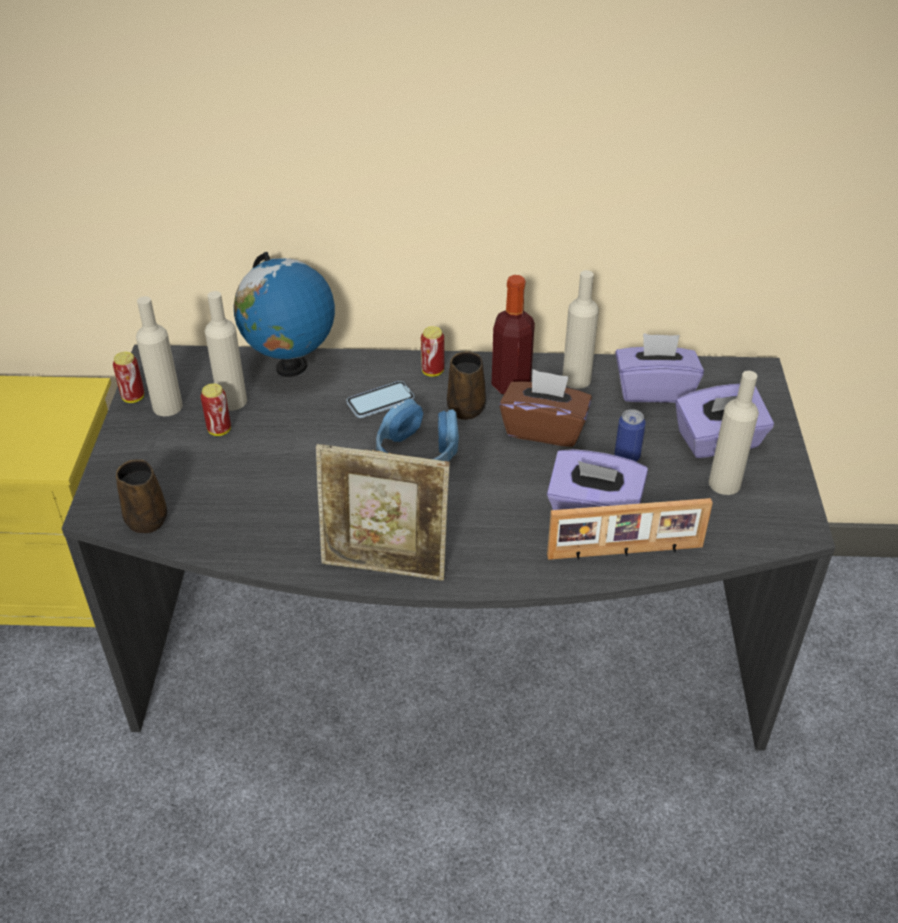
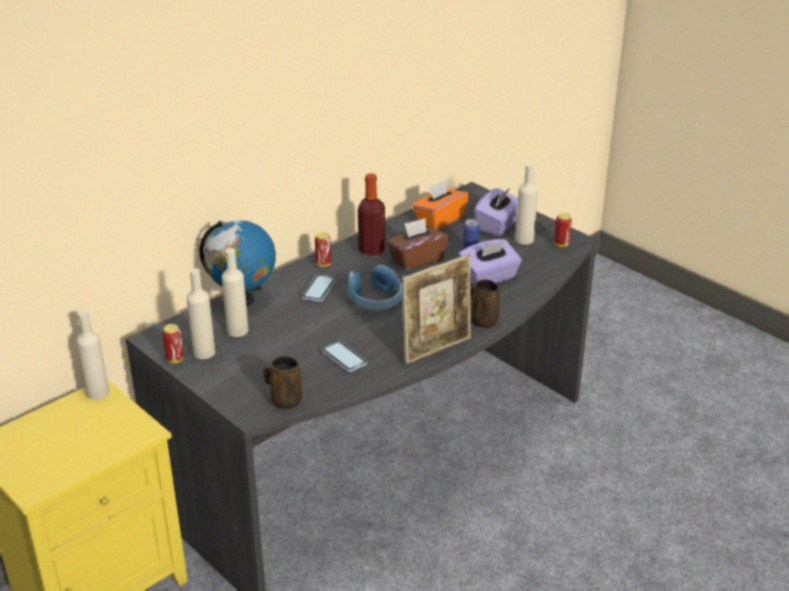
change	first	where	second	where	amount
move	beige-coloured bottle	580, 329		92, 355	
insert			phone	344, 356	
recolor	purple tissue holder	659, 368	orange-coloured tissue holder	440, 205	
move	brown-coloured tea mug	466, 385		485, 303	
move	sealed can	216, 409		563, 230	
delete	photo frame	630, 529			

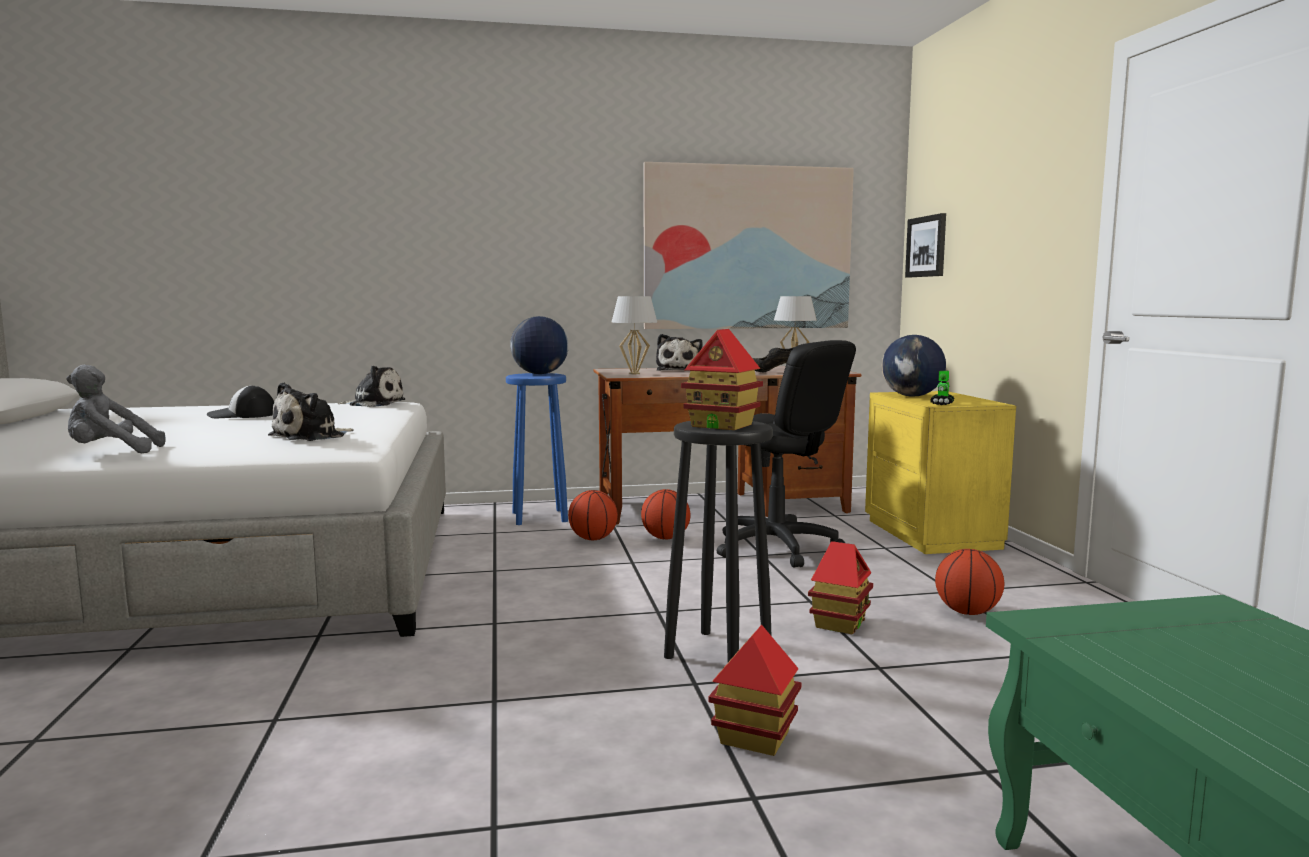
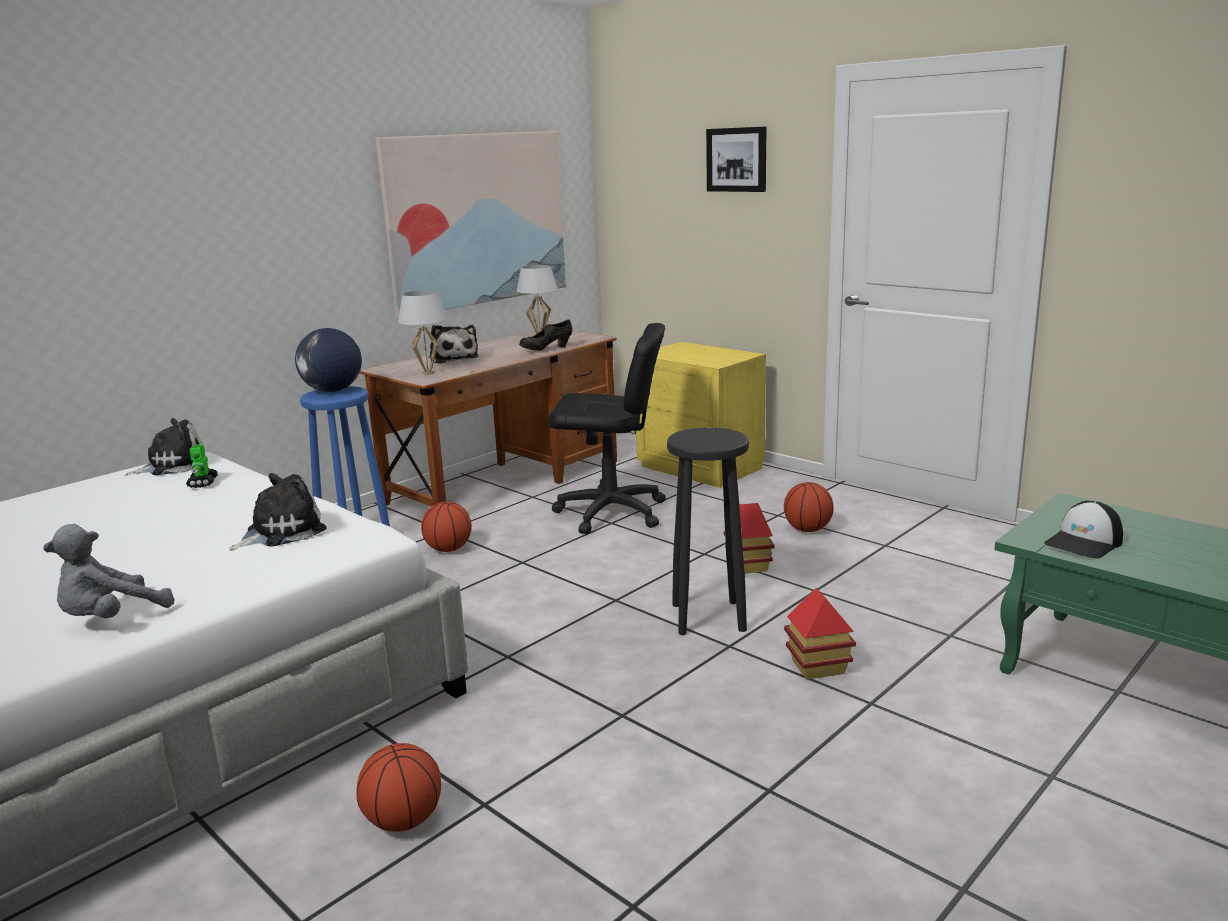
change	first	where	second	where	amount
move	toy robot	942, 387		202, 466	
rotate	plush toy	311, 411		278, 512	135 degrees counterclockwise
move	basketball ball	666, 514		398, 787	
move	wall art	925, 245		736, 159	
move	baseball cap	240, 401		1083, 530	
delete	miniature house	722, 379			
delete	desk globe	914, 365			

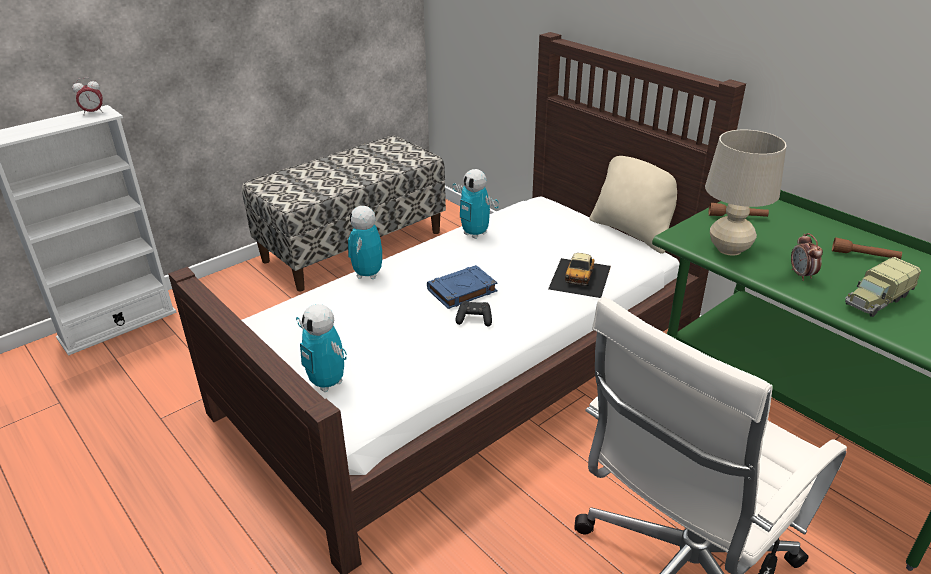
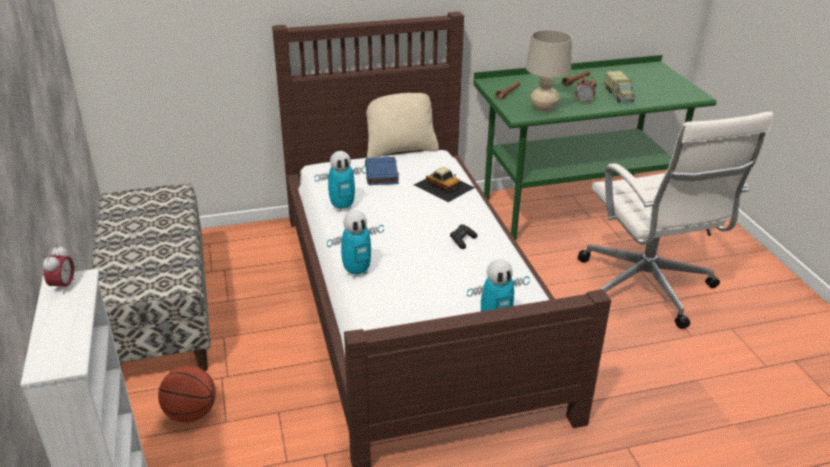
change	first	where	second	where	amount
insert			basketball ball	187, 394	
rotate	toy robot	365, 242		355, 244	60 degrees counterclockwise
move	blue-coloured book	462, 287		382, 171	

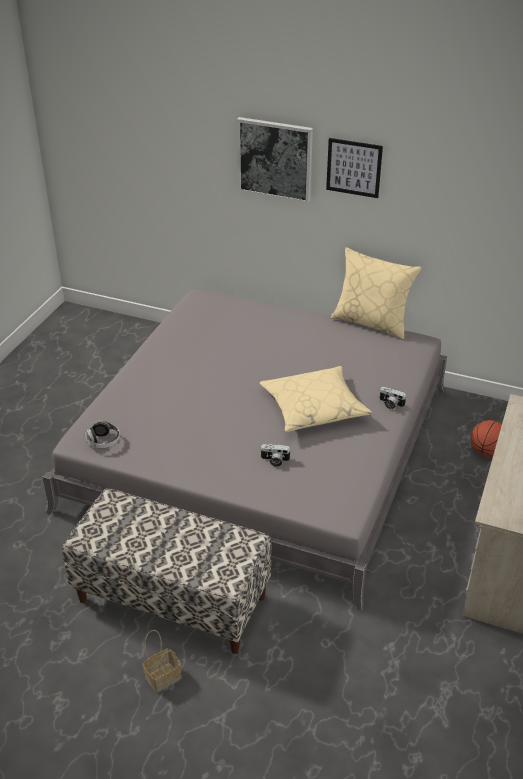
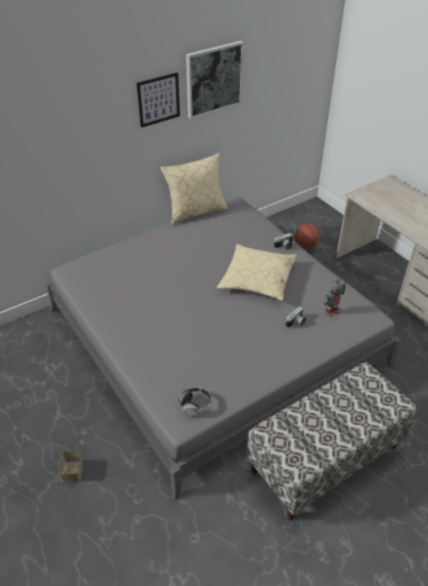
change	first	where	second	where	amount
move	basket	161, 661		67, 463	
move	wall art	275, 160		215, 80	
insert			toy robot	335, 298	

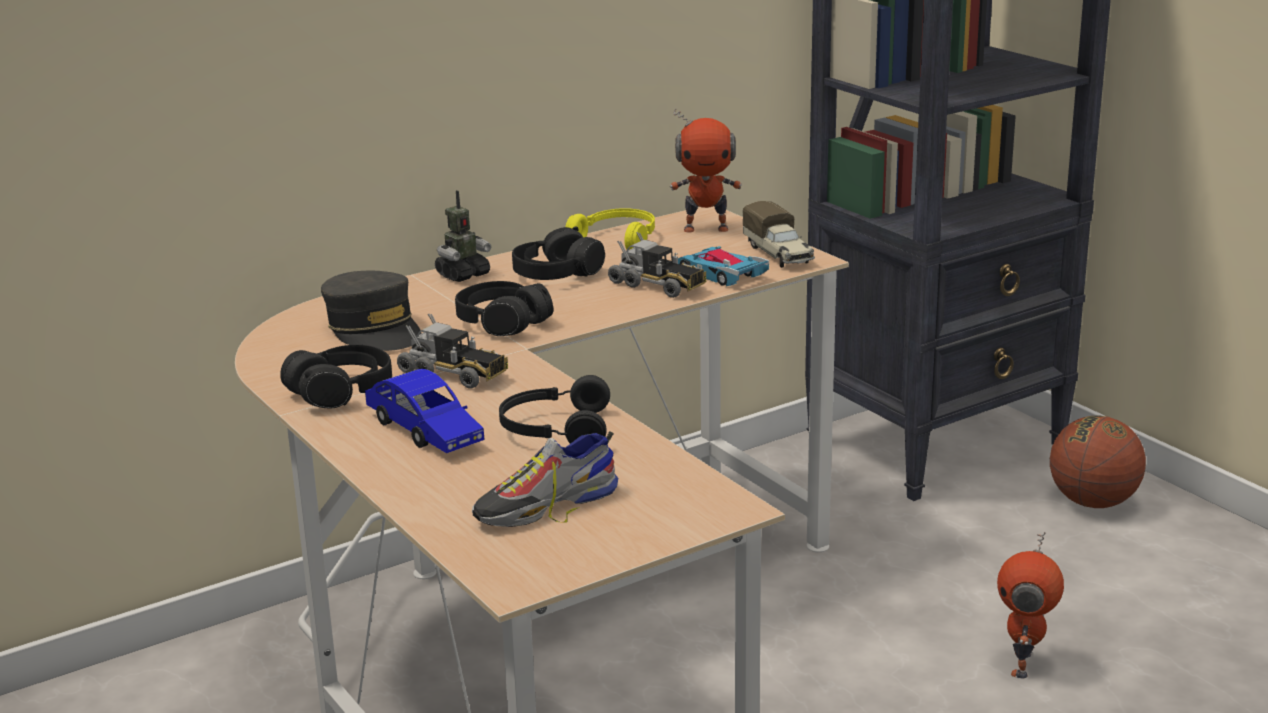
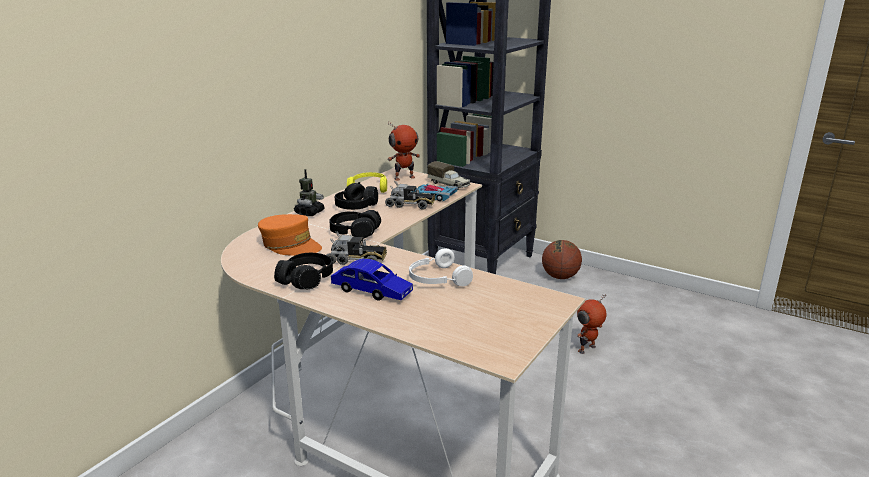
change	first	where	second	where	amount
recolor	grey baseball cap	371, 311	orange-coloured baseball cap	290, 235	
recolor	blackish headphones	554, 409	white-coloured headphones	441, 267	
rotate	toy robot	1030, 605		591, 324	60 degrees clockwise
delete	shoe	545, 479			

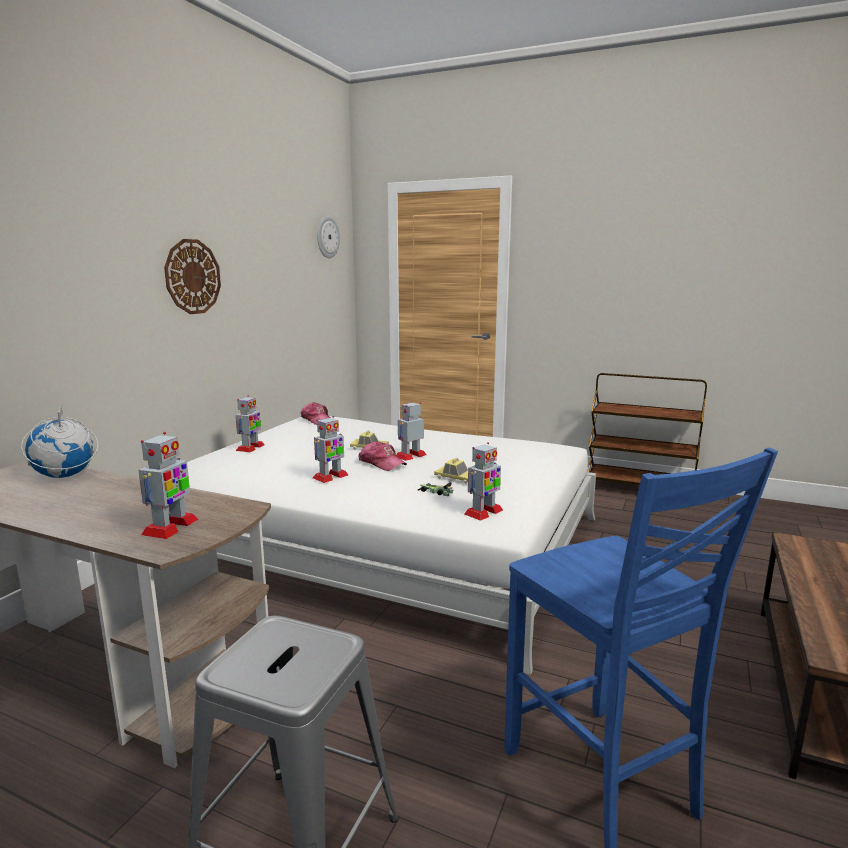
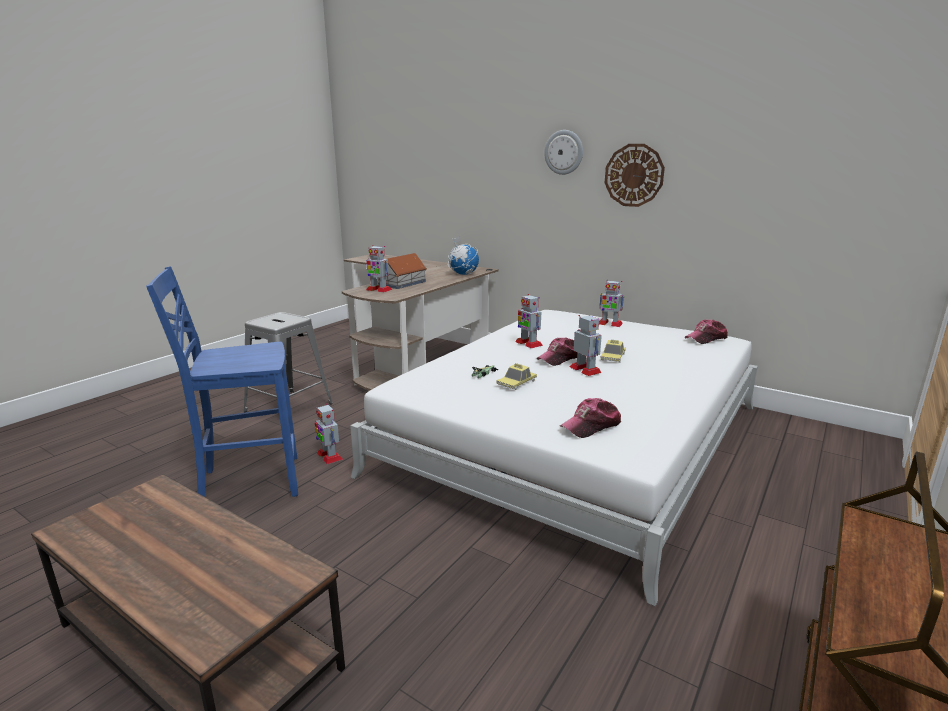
change	first	where	second	where	amount
move	toy robot	483, 481		329, 433	
insert			miniature house	402, 271	
move	hanging clock	328, 237		563, 152	
insert			baseball cap	591, 418	

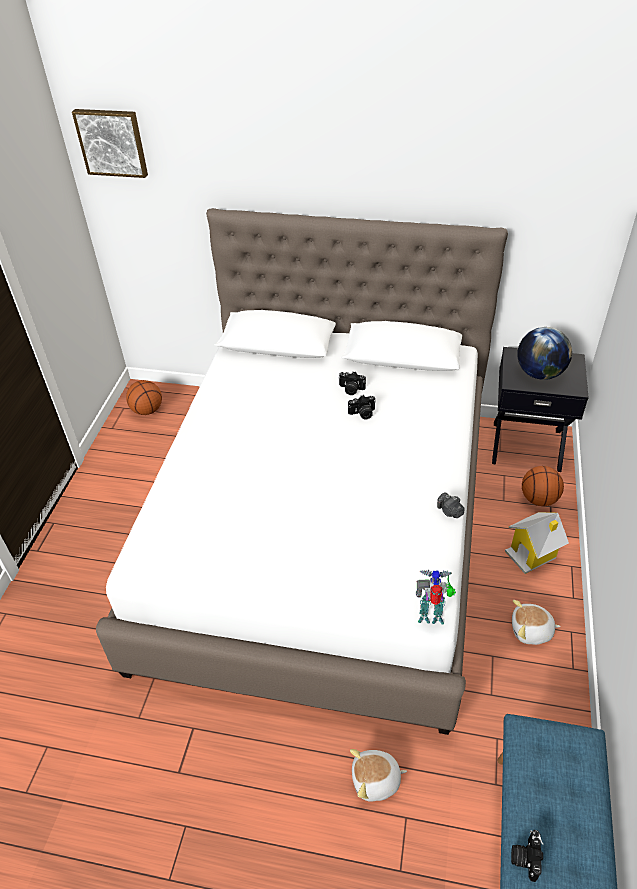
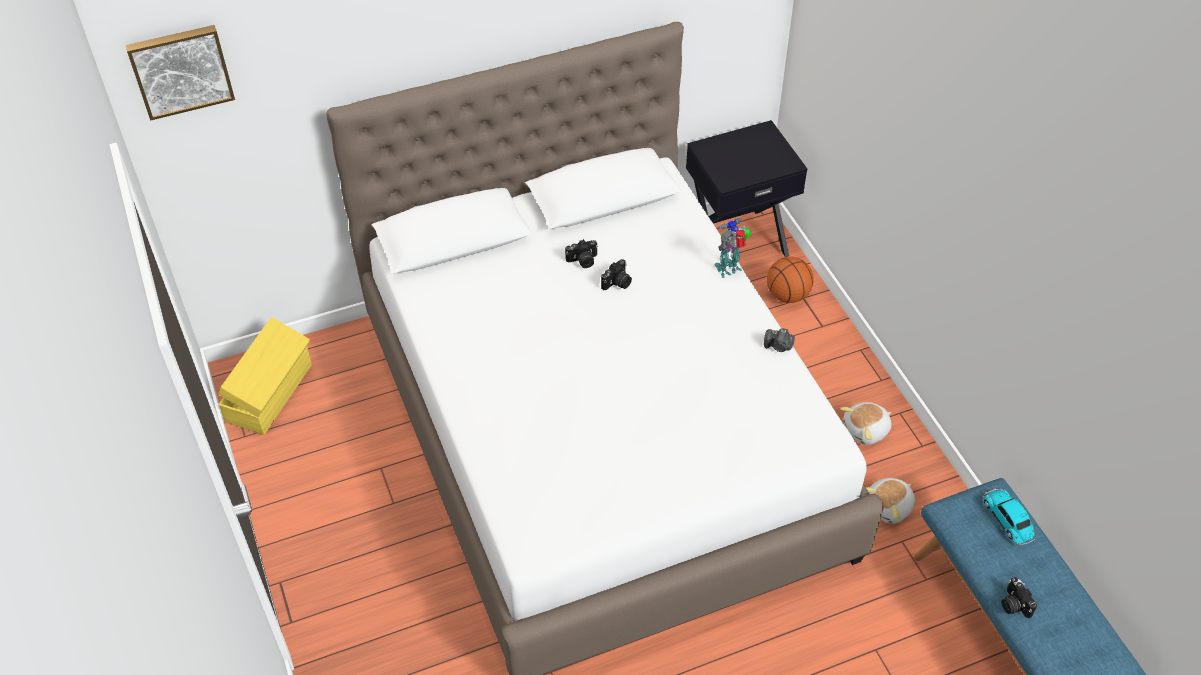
change	first	where	second	where	amount
replace	basketball ball	144, 397	yellow storage container	265, 376	
move	toy robot	436, 597		732, 248	
move	plush toy	378, 775		890, 501	
insert			model car	1010, 516	
delete	miniature house	537, 543			
delete	desk globe	544, 353			

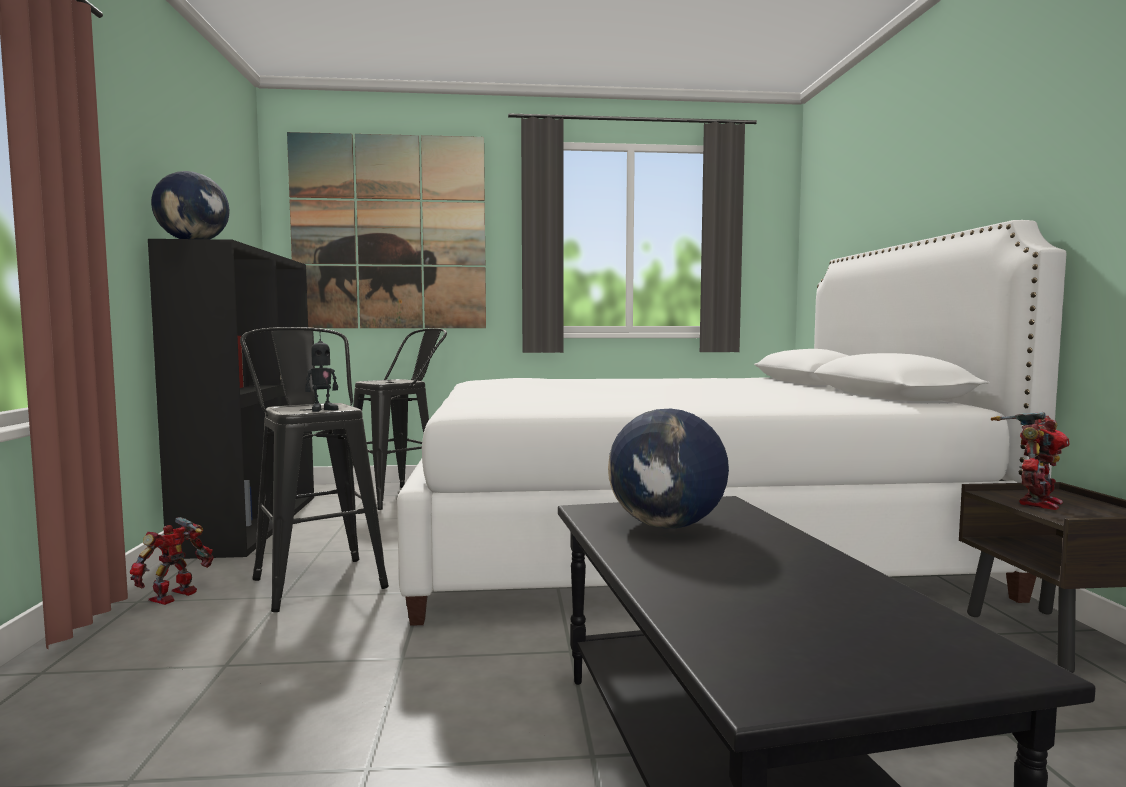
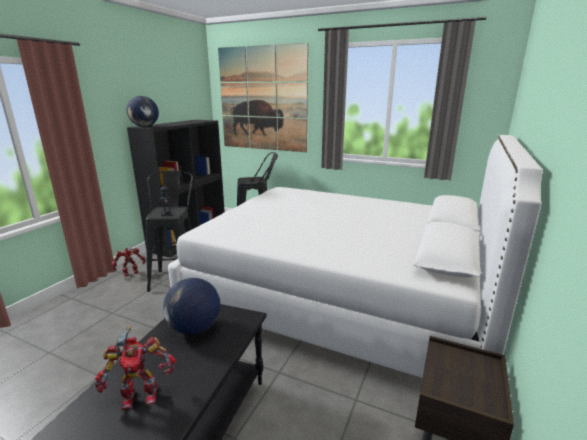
change	first	where	second	where	amount
move	toy robot	1030, 461		135, 368	

